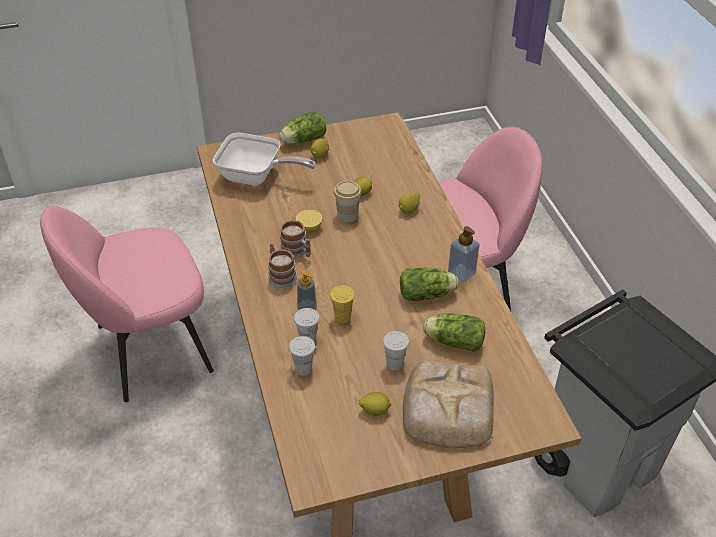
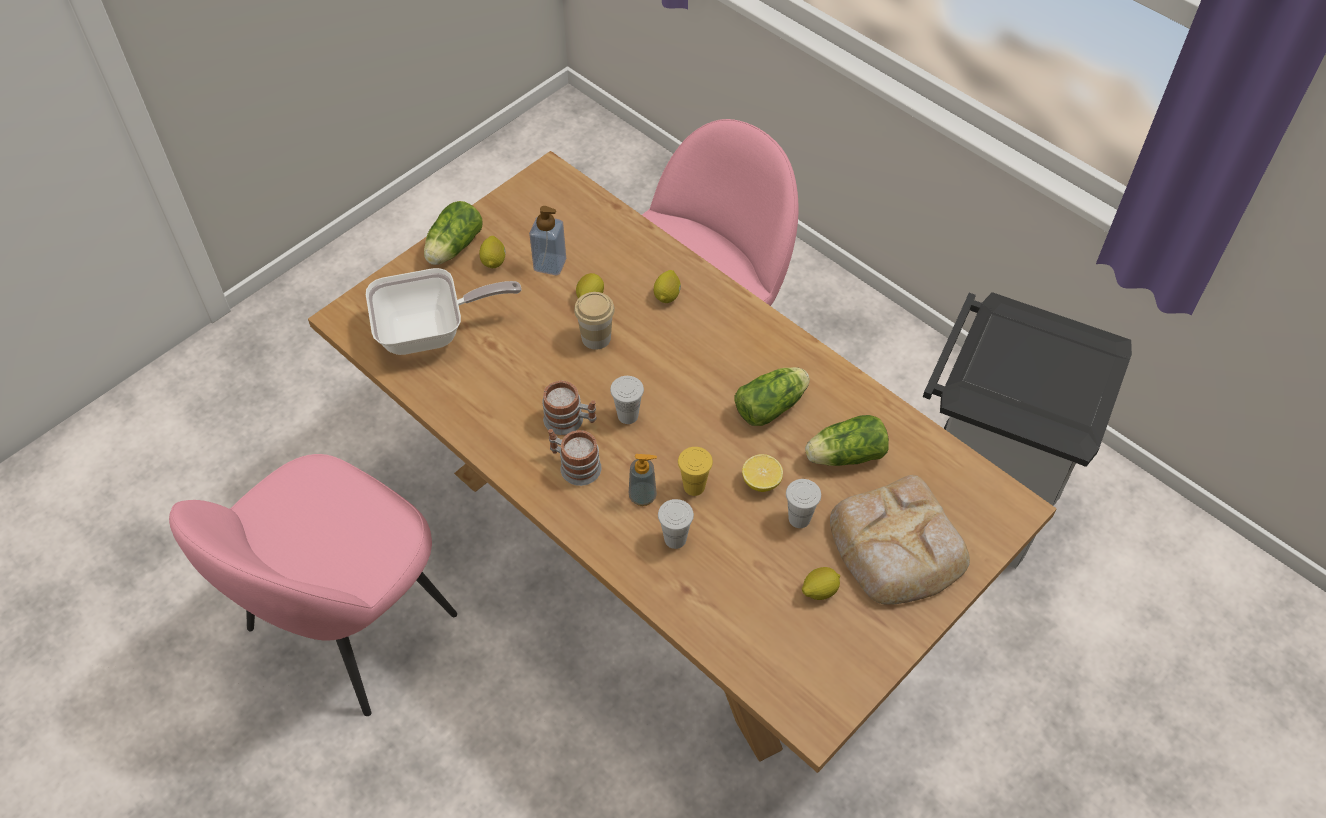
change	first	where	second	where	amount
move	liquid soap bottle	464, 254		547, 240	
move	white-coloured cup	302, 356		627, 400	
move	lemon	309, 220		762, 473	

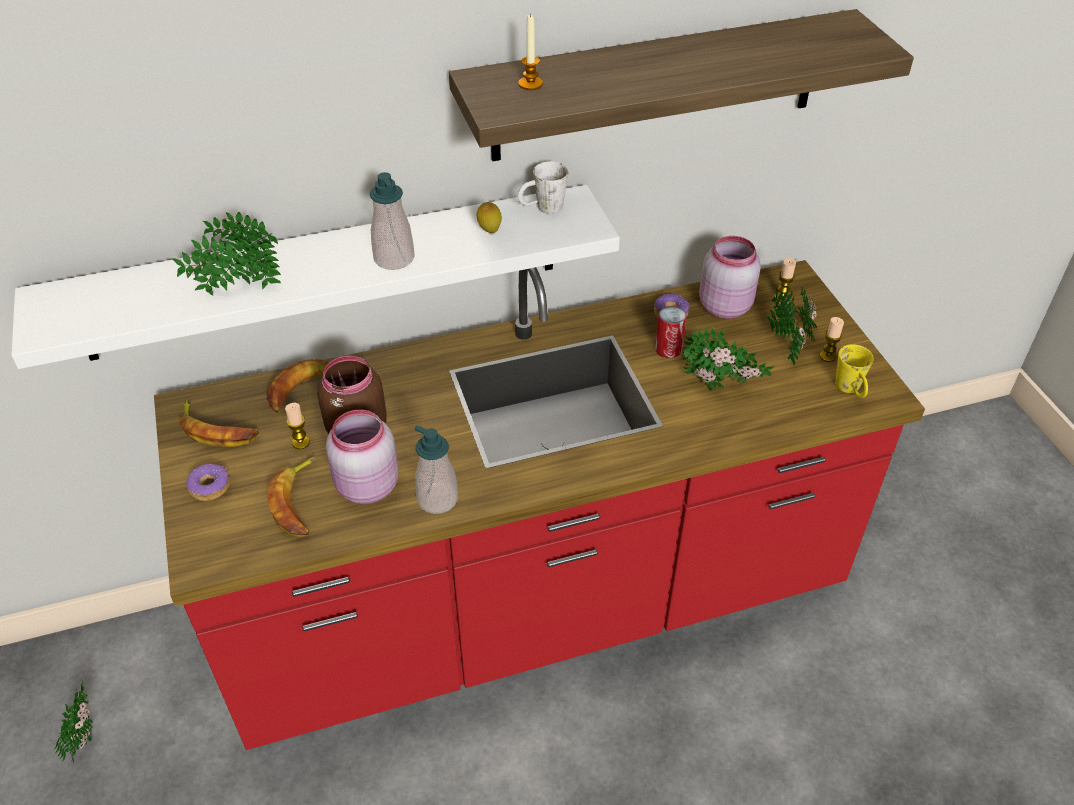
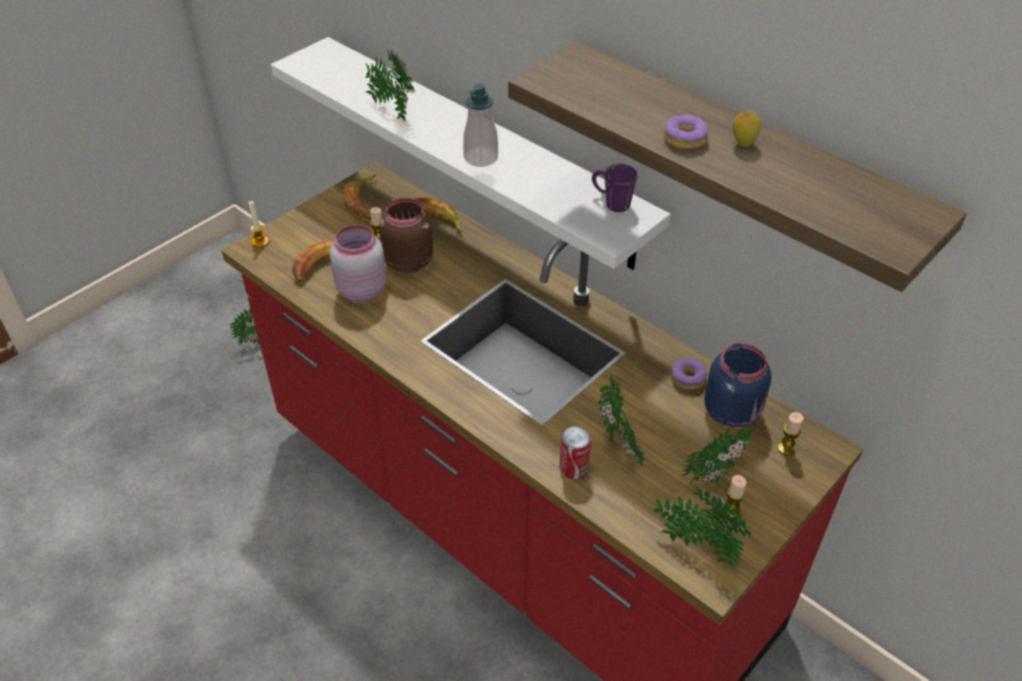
change	first	where	second	where	amount
move	wax candle	531, 51		259, 224	
move	sealed can	671, 332		575, 452	
recolor	white-coloured tea mug	543, 187	purple tea mug	615, 188	
replace	yellow tea mug	854, 371	potted plant	702, 528	
move	ring doughnut	208, 482		686, 132	
recolor	pink preserve jar	730, 277	blue-coloured preserve jar	737, 385	
move	lemon	489, 217		747, 128	
delete	liquid soap bottle	436, 469			

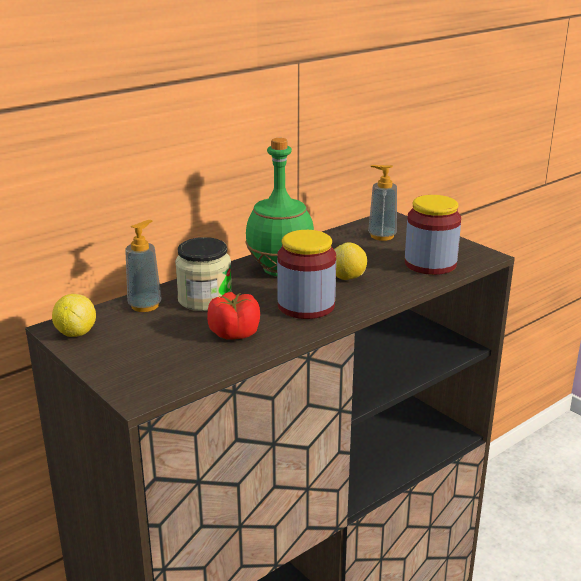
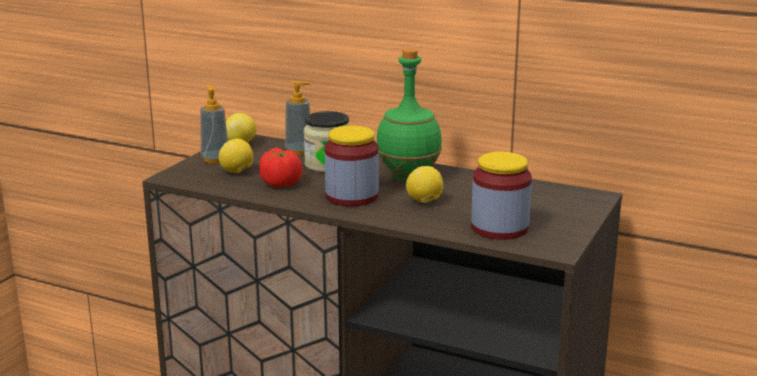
change	first	where	second	where	amount
move	liquid soap bottle	382, 203		214, 124	
insert			lemon	236, 156	

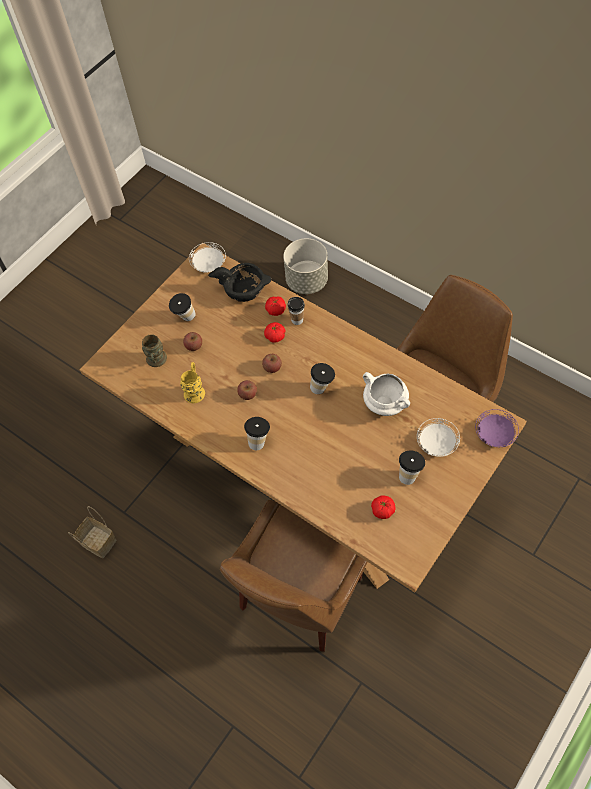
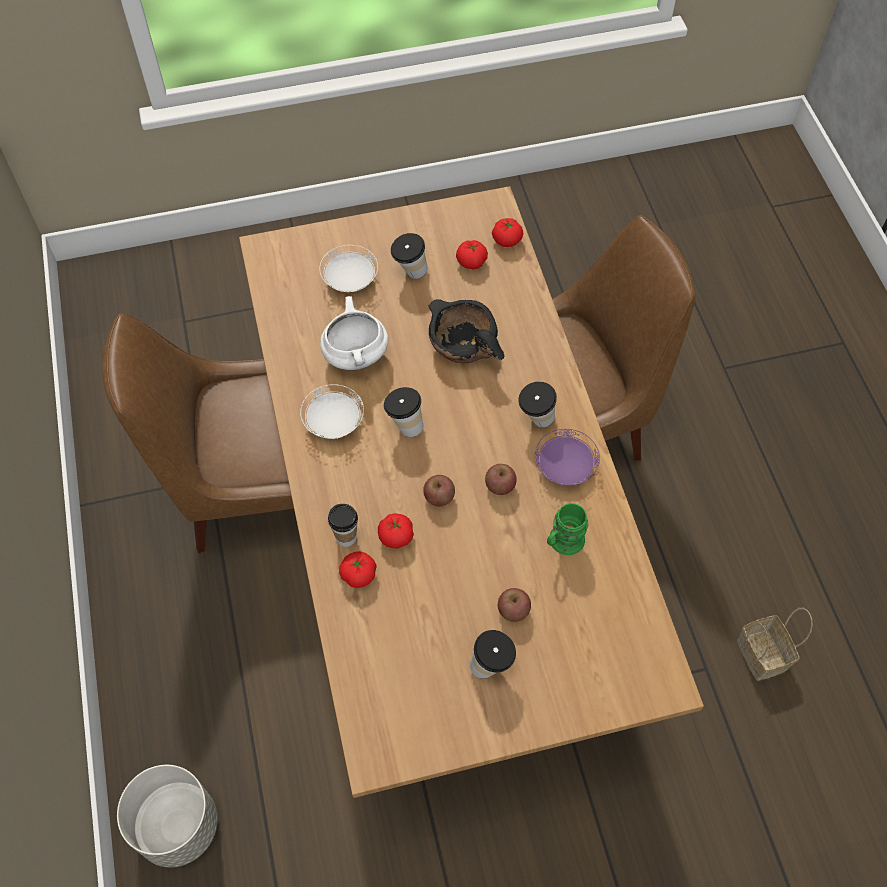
change	first	where	second	where	amount
move	white-coloured plate	207, 257		332, 411	
move	blackish deep dish	239, 282		466, 331	
insert			tomato	507, 232	
move	purple plate	497, 428		567, 457	
recolor	yellow tea mug	192, 382	green tea mug	567, 529	
delete	brown-coloured tea mug	154, 350			

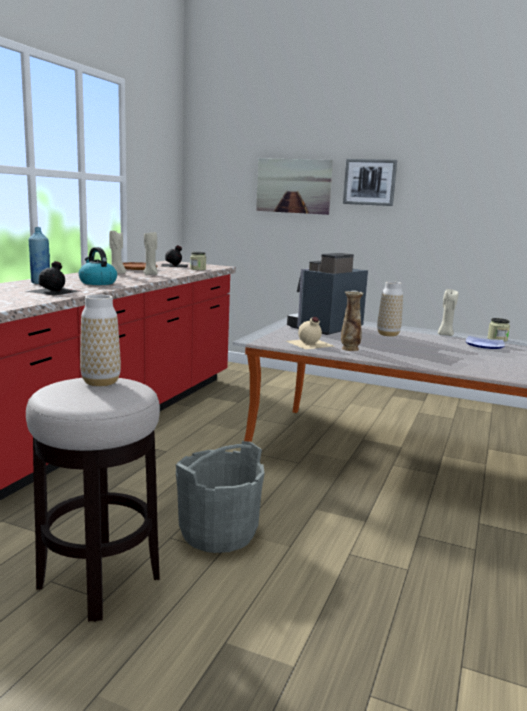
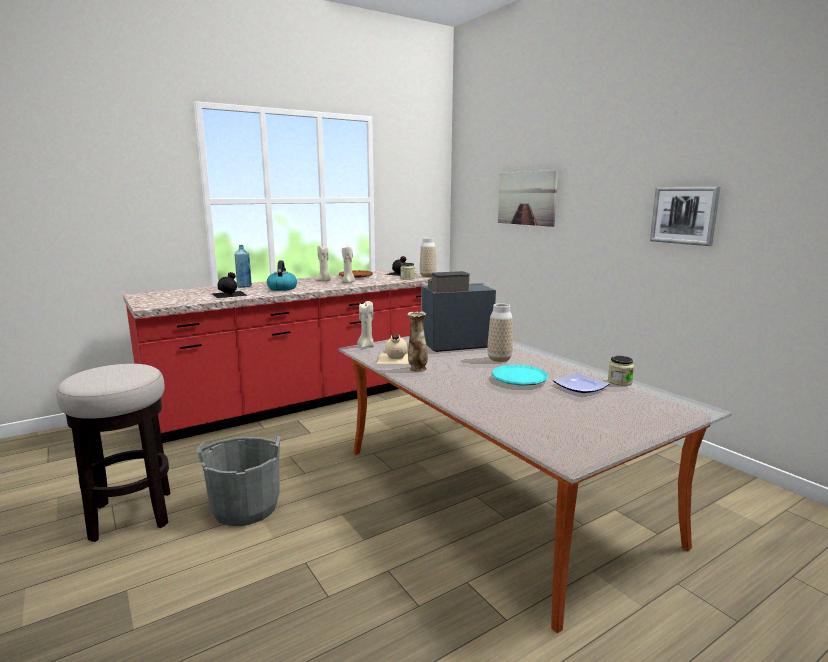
change	first	where	second	where	amount
move	beige-coloured wax candle	448, 312		365, 324	
move	flower vase	100, 340		428, 257	
insert			turquoise-coloured plate	520, 375	
move	wall art	370, 182		685, 216	

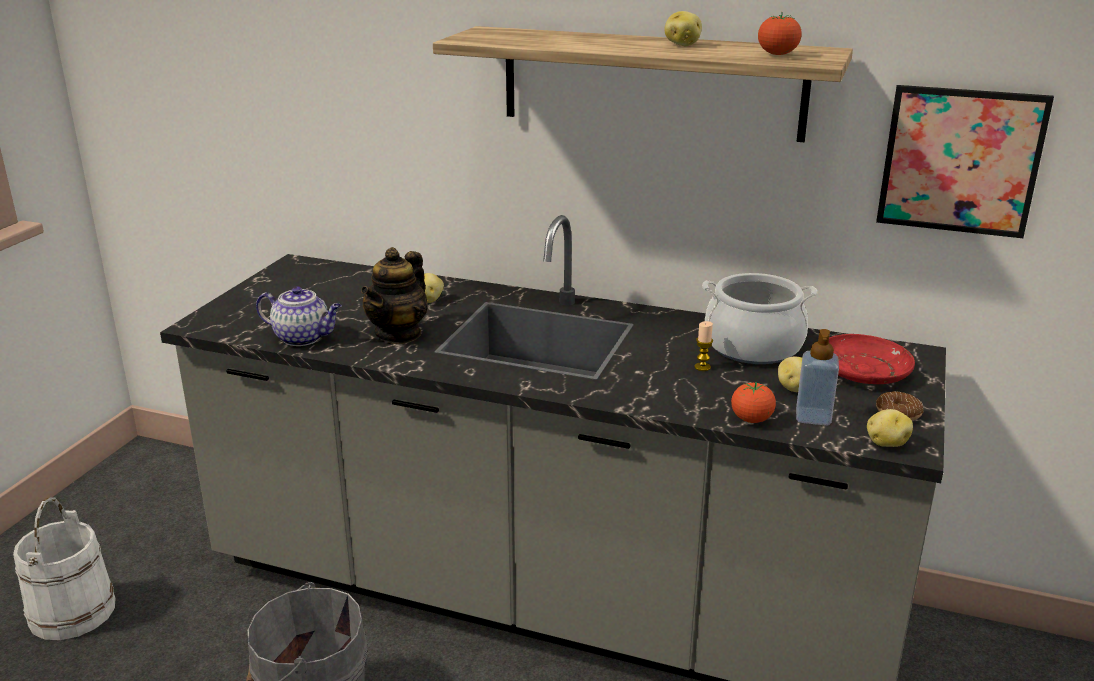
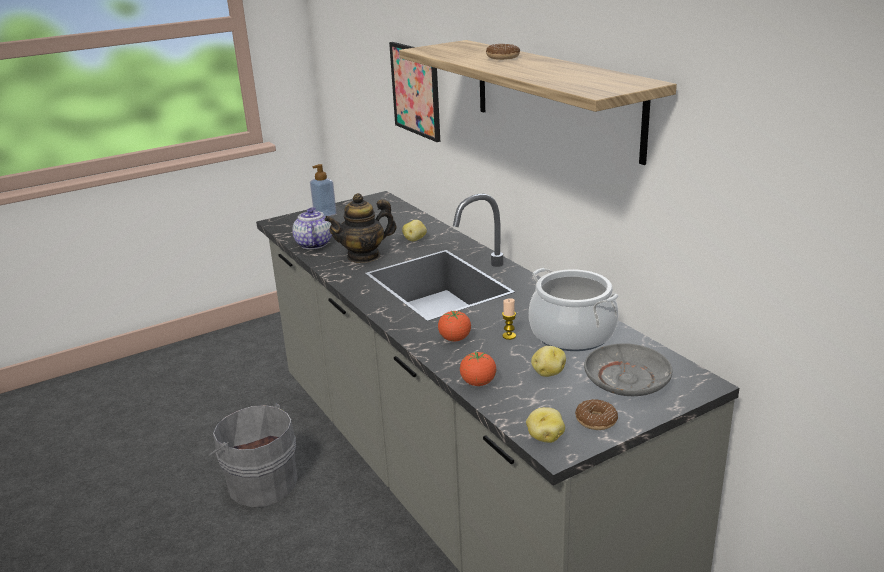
change	first	where	second	where	amount
rotate	tea pot	299, 316		312, 228	150 degrees counterclockwise
move	liquid soap bottle	817, 377		323, 190	
move	wall art	965, 161		414, 92	
move	tomato	780, 33		454, 326	
insert			ring doughnut	503, 52	
recolor	reddish plate	872, 359	grey plate	628, 369	
delete	white-coloured pail	64, 568			
delete	potato	683, 28			

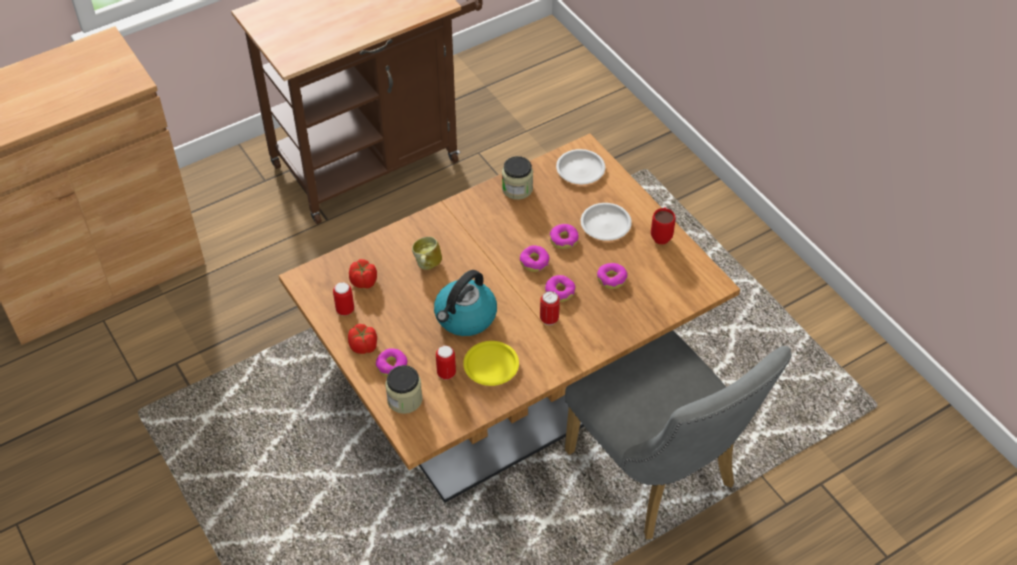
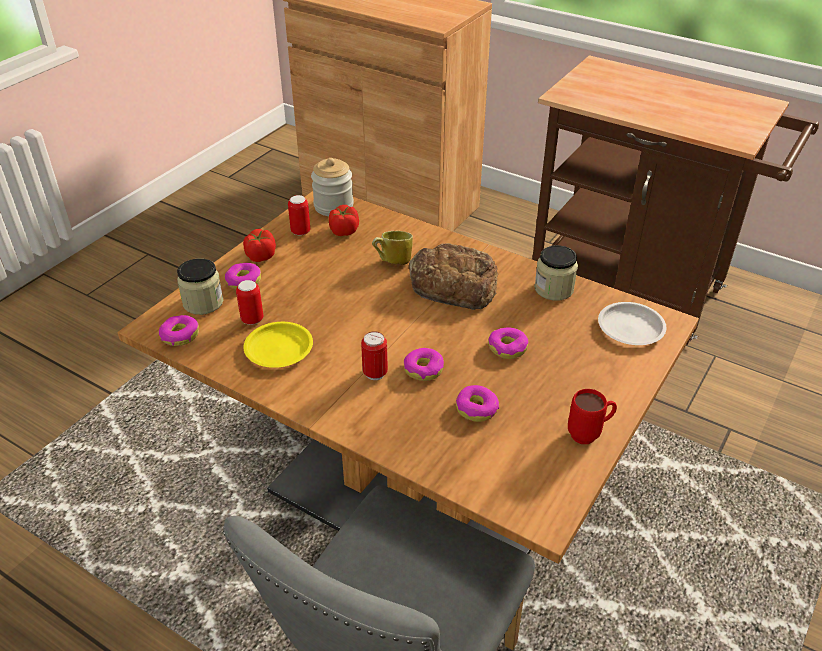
change	first	where	second	where	amount
move	ring doughnut	535, 258		179, 330	
insert			preserve jar	332, 187	
insert			bakery bread	453, 276	
delete	kettle	465, 303			
delete	white-coloured plate	606, 222			

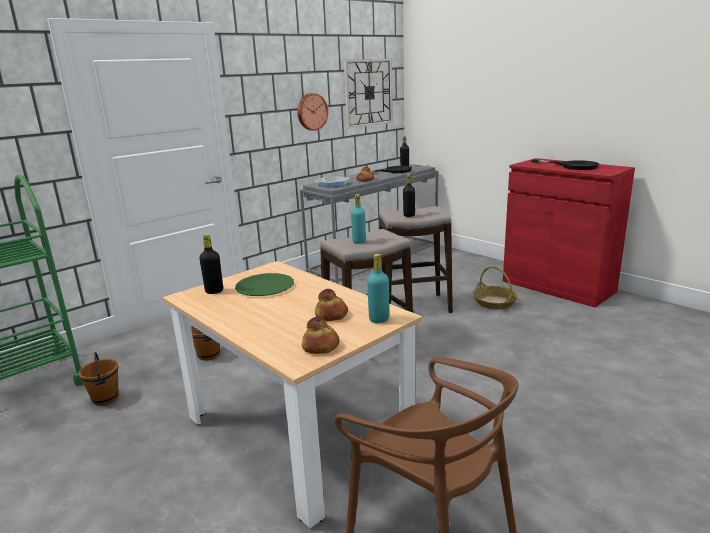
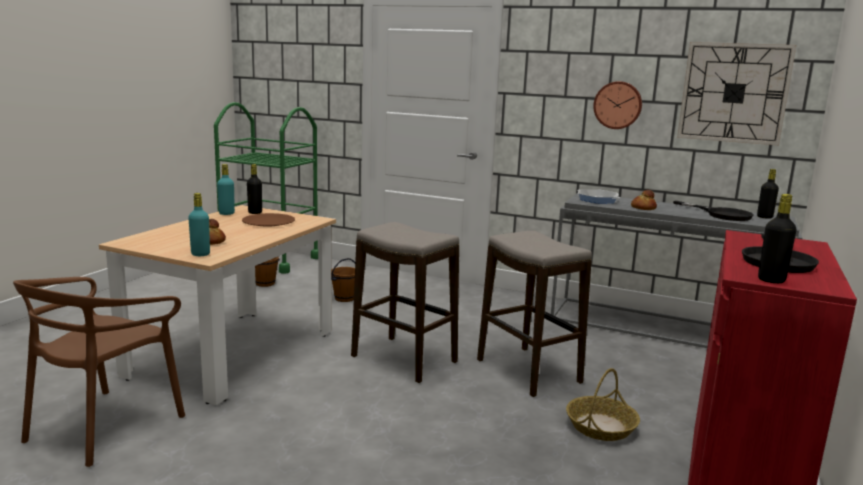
change	first	where	second	where	amount
move	turquoise-coloured bottle	358, 219		226, 189	
recolor	green plate	264, 284	brown-coloured plate	268, 219	
move	blackish bottle	409, 195		777, 238	
delete	bakery bread	321, 335			

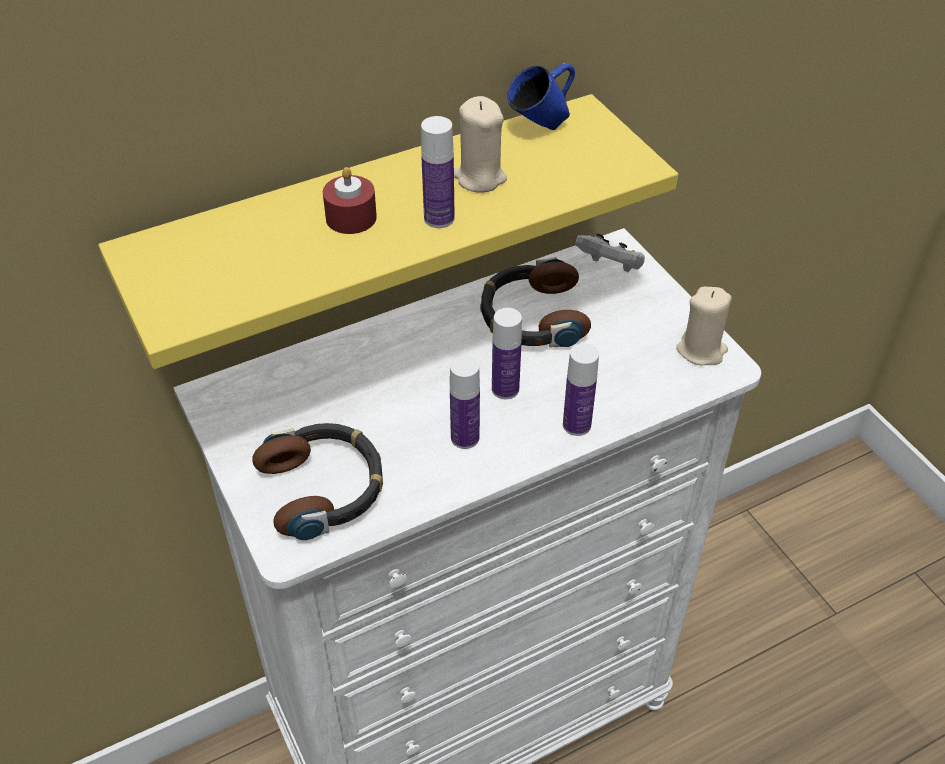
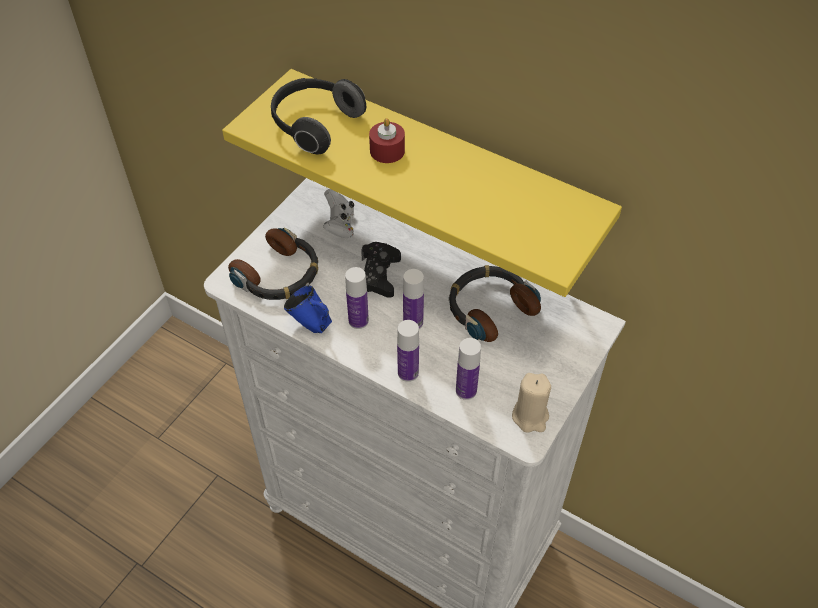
change	first	where	second	where	amount
insert			headphones	318, 116	
move	blue-coloured tea mug	541, 96		308, 309	
move	white-coloured joypad	610, 252		338, 213	
insert			blackish joypad	381, 270	
move	bottle	438, 172		468, 369	
delete	beige-coloured wax candle	480, 144			

